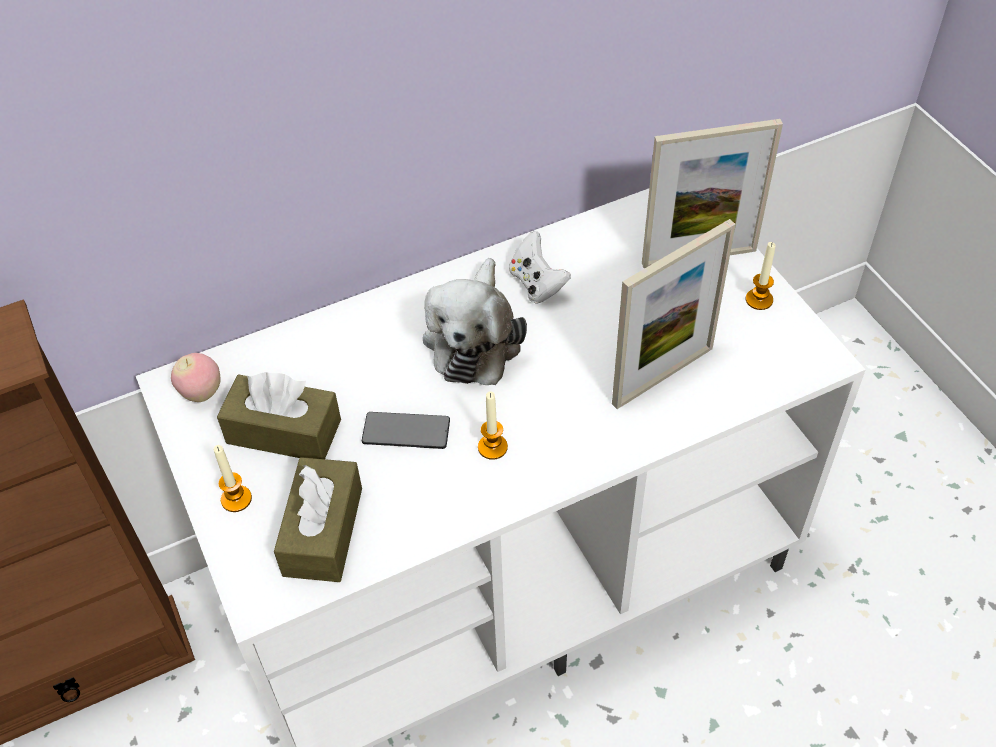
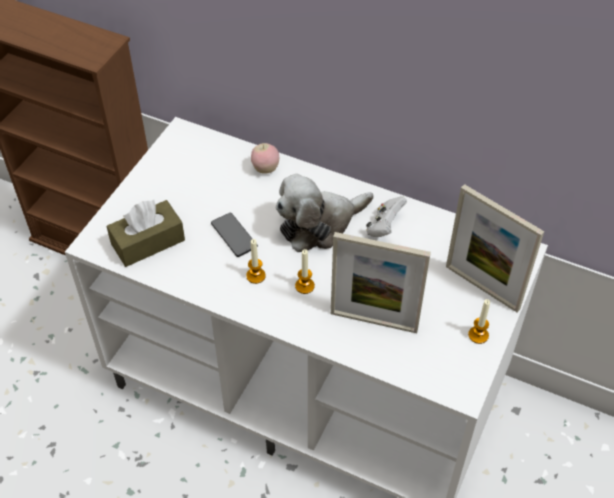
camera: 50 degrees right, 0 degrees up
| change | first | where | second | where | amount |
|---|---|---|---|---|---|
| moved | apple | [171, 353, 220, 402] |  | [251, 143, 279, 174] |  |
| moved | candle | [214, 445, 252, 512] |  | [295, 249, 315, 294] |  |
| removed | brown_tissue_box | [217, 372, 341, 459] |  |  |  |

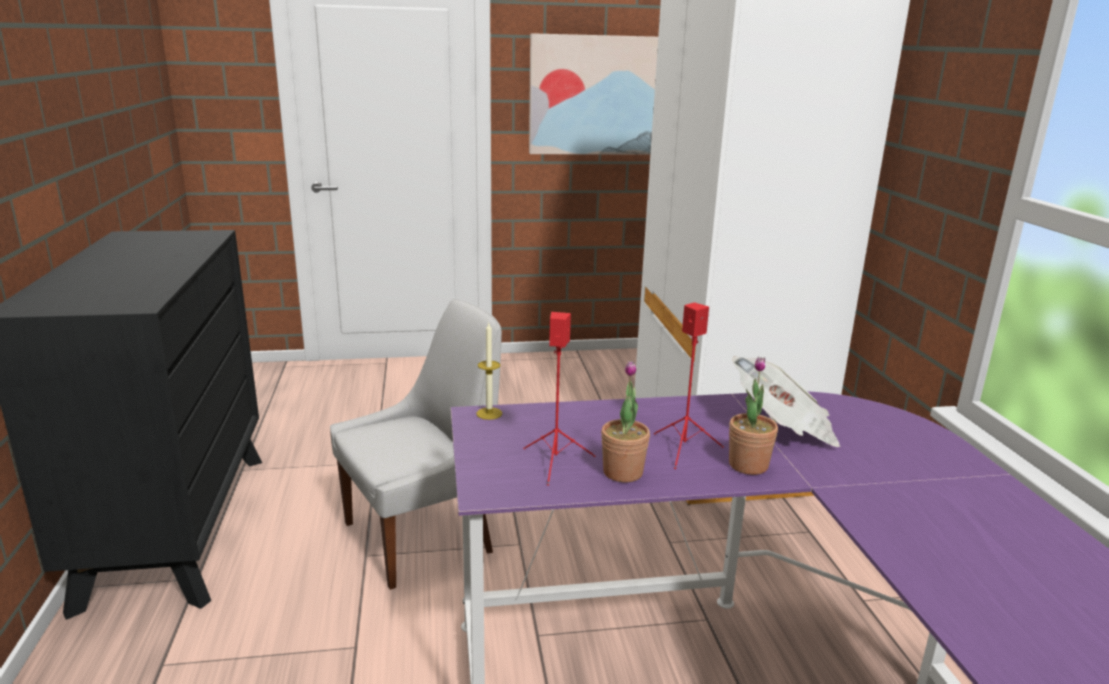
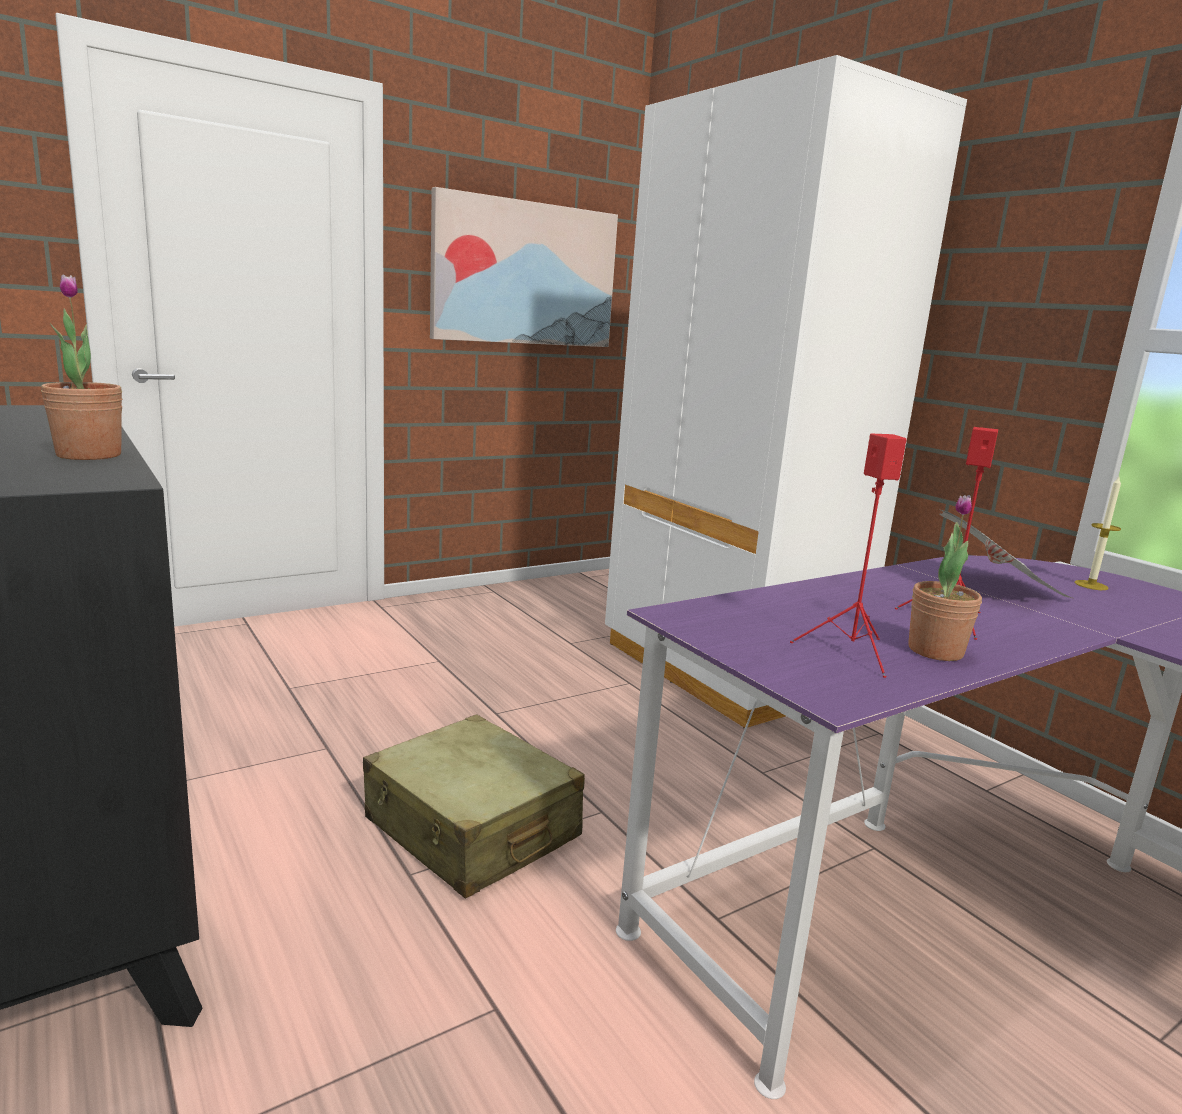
camera: 25 degrees left, 5 degrees down
| change | first | where | second | where | amount |
|---|---|---|---|---|---|
| moved | potted_plant | [729, 357, 778, 475] |  | [41, 275, 122, 460] |  |
| replaced | white_chair | [330, 299, 502, 590] | beige_suitcase | [363, 714, 585, 899] |  |
| moved | candle | [476, 323, 502, 420] |  | [1075, 477, 1121, 590] |  |

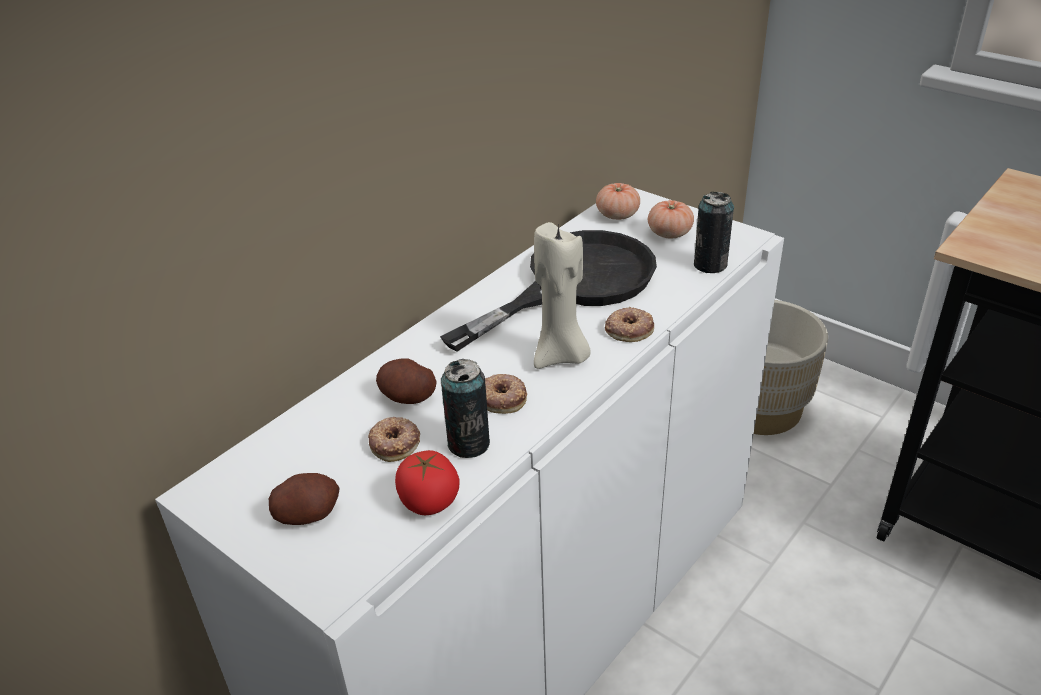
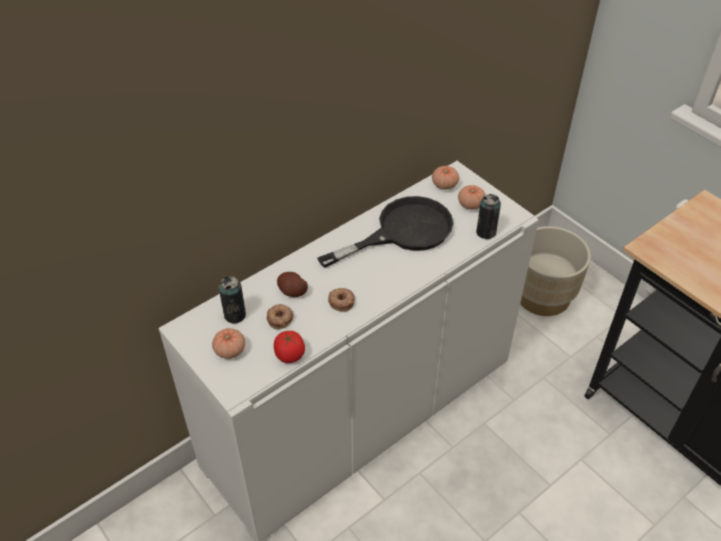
camera: 10 degrees right, 10 degrees up
| change | first | where | second | where | amount |
|---|---|---|---|---|---|
| replaced | potato | [269, 473, 340, 525] | tomato | [212, 328, 245, 359] |  |
| moved | can | [441, 359, 490, 458] |  | [219, 276, 246, 323] |  |
| removed | beige_candle | [534, 222, 591, 369] |  |  |  |
| removed | donut | [605, 307, 654, 342] |  |  |  |

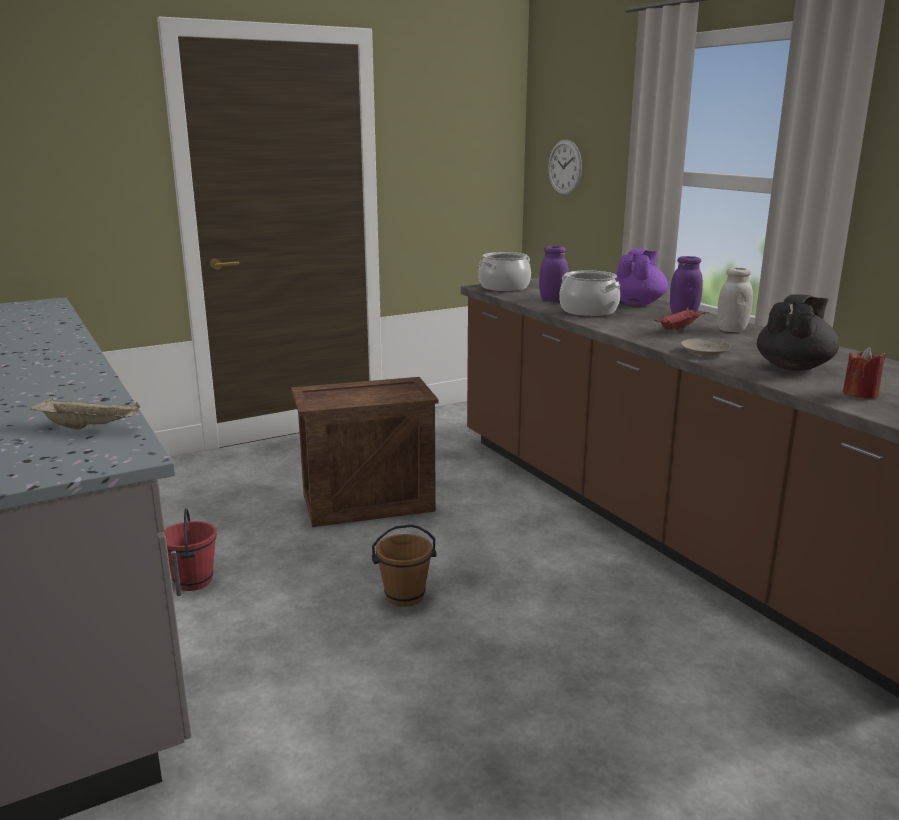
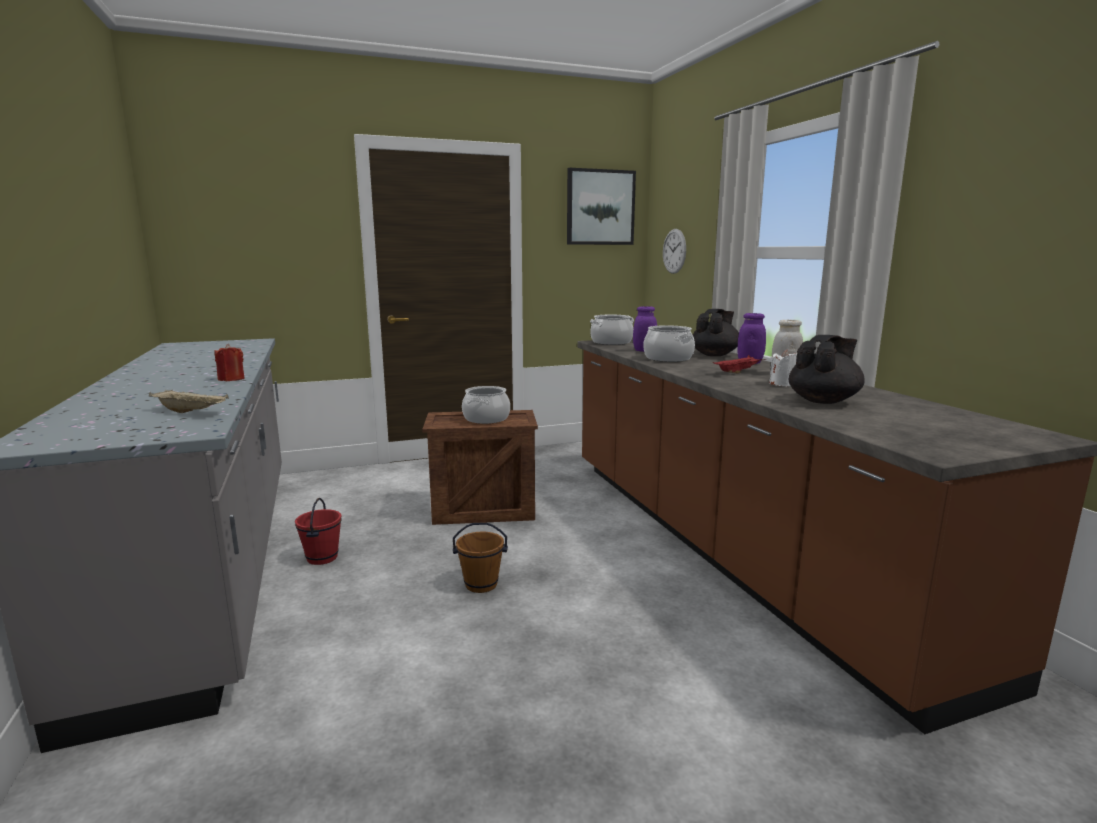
camera: 10 degrees right, 5 degrees down
| change | first | where | second | where | amount |
|---|---|---|---|---|---|
| moved | red_candle | [843, 347, 886, 399] |  | [214, 344, 244, 381] |  |
| added |  |  | cooking_pot | [462, 386, 510, 424] |  |
| added |  |  | picture | [567, 168, 636, 245] |  |
| recoloured | purple_teapot | [615, 249, 668, 306] | black_teapot | [693, 309, 739, 356] |  |
| added |  |  | white_candle | [769, 349, 797, 387] |  |
| removed | beige_plate | [681, 338, 731, 356] |  |  |  |

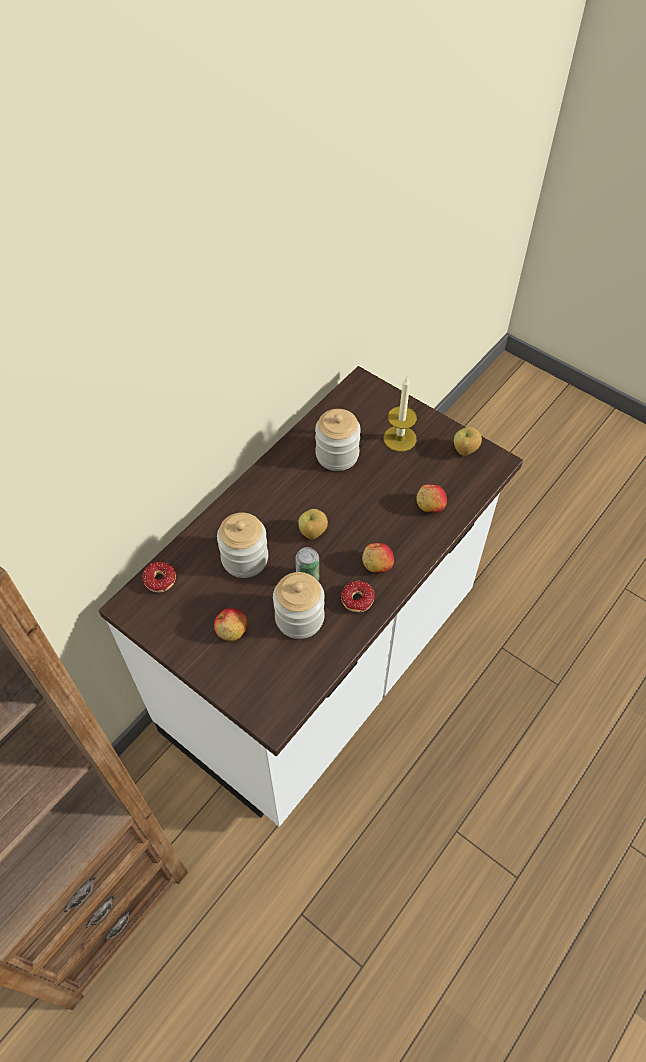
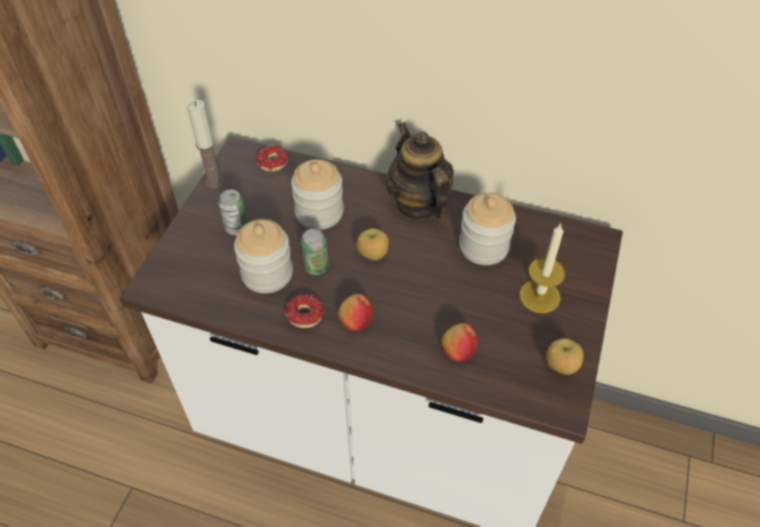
camera: 70 degrees right, 5 degrees down
| change | first | where | second | where | amount |
|---|---|---|---|---|---|
| added |  |  | candle | [187, 99, 223, 189] |  |
| replaced | apple | [214, 608, 248, 641] | can | [218, 190, 248, 235] |  |
| added |  |  | teapot | [386, 122, 454, 220] |  |

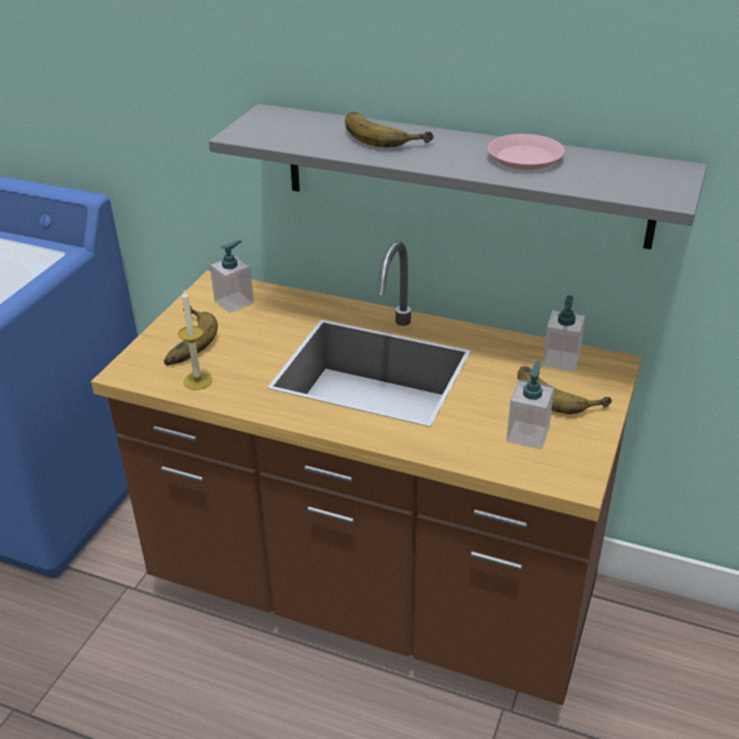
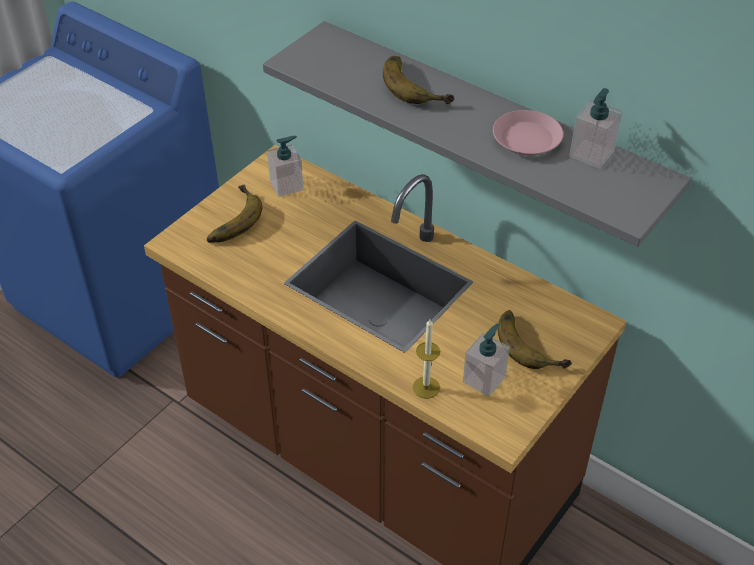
camera: 15 degrees right, 10 degrees up
| change | first | where | second | where | amount |
|---|---|---|---|---|---|
| moved | candle | [178, 290, 212, 390] |  | [412, 319, 440, 399] |  |
| moved | soap_dispenser | [543, 296, 585, 372] |  | [569, 88, 622, 169] |  |

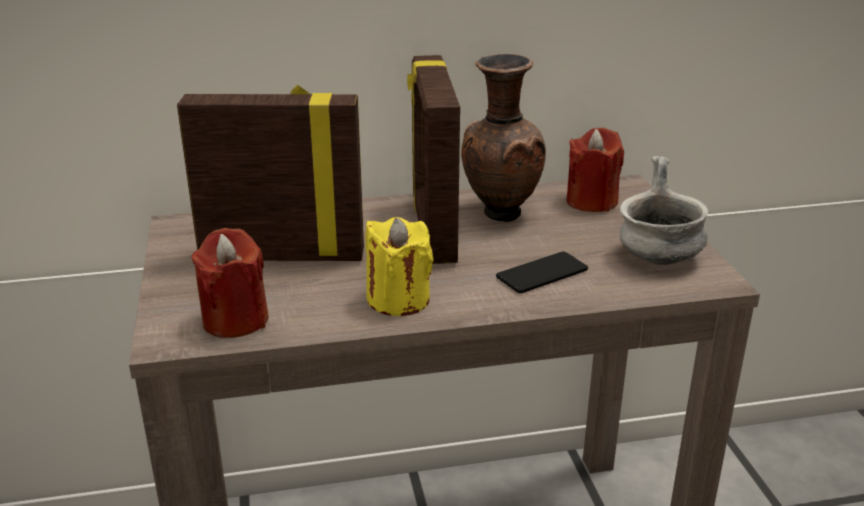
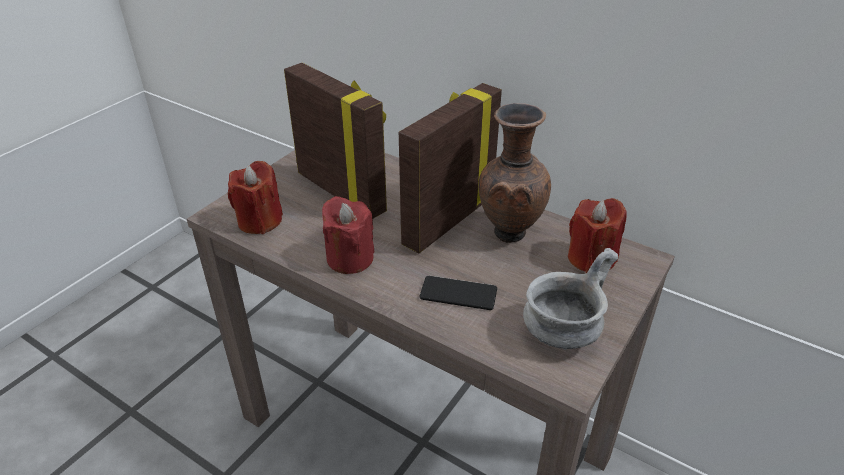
camera: 45 degrees right, 10 degrees up
| change | first | where | second | where | amount |
|---|---|---|---|---|---|
| recoloured | yellow_candle | [365, 217, 433, 316] | red_candle | [322, 196, 374, 274] |  |

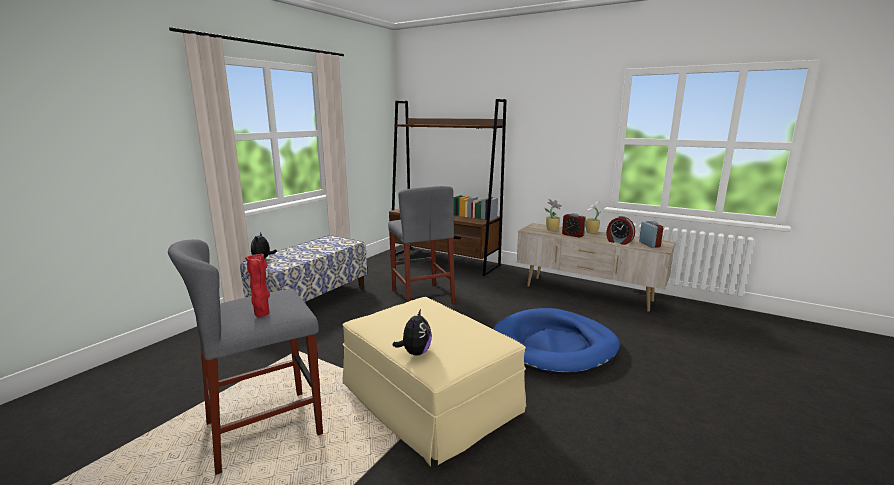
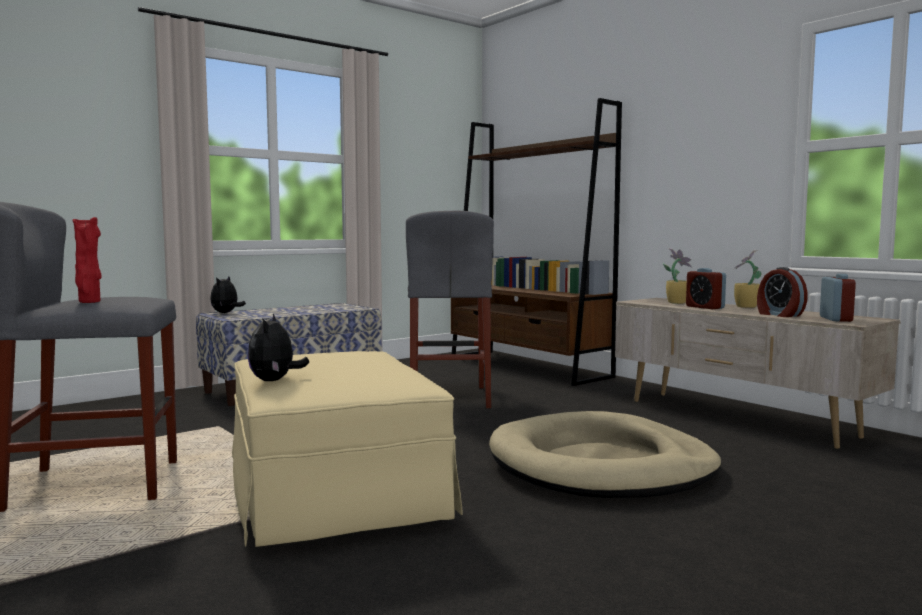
camera: 20 degrees right, 10 degrees down
| change | first | where | second | where | amount |
|---|---|---|---|---|---|
| turned | plush_toy | [392, 309, 432, 356] |  | [248, 314, 309, 381] | 150 degrees clockwise |
| recoloured | blue_dog_bed | [493, 308, 620, 375] | beige_dog_bed | [489, 411, 721, 498] |  |

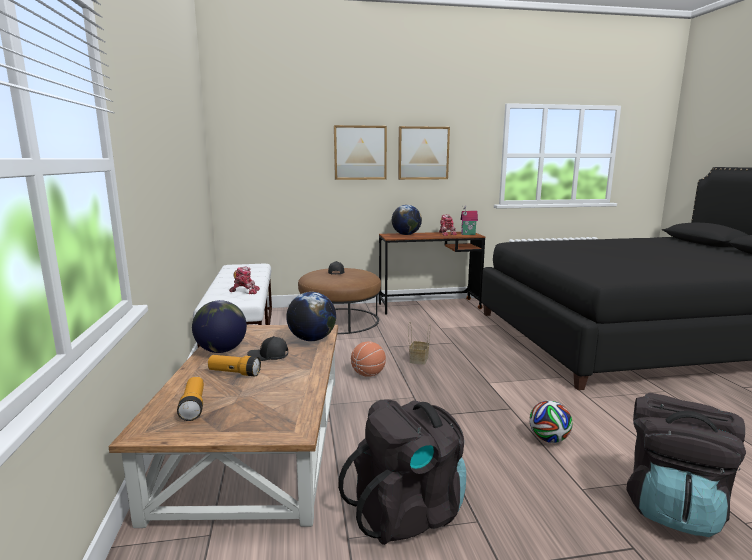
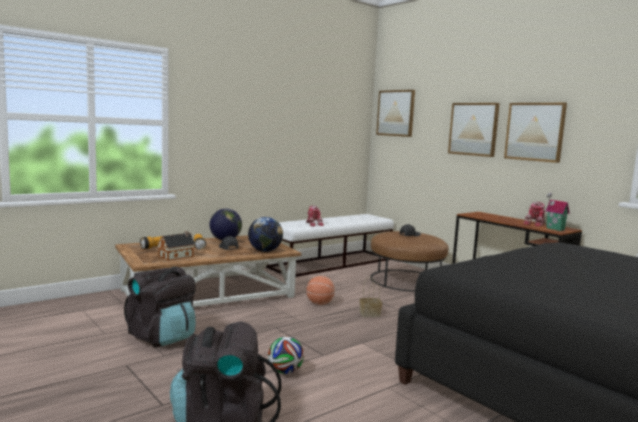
camera: 60 degrees right, 5 degrees down
| change | first | where | second | where | amount |
|---|---|---|---|---|---|
| added |  |  | toy_house | [157, 231, 196, 261] |  |
| added |  |  | picture | [376, 90, 415, 137] |  |
| removed | globe | [392, 205, 422, 235] |  |  |  |

